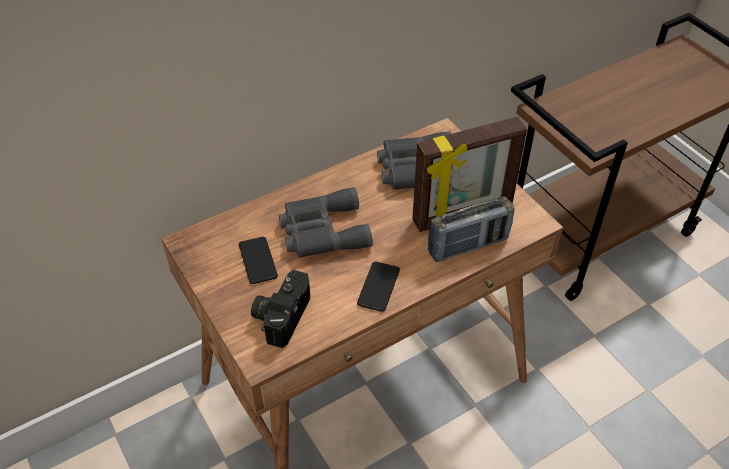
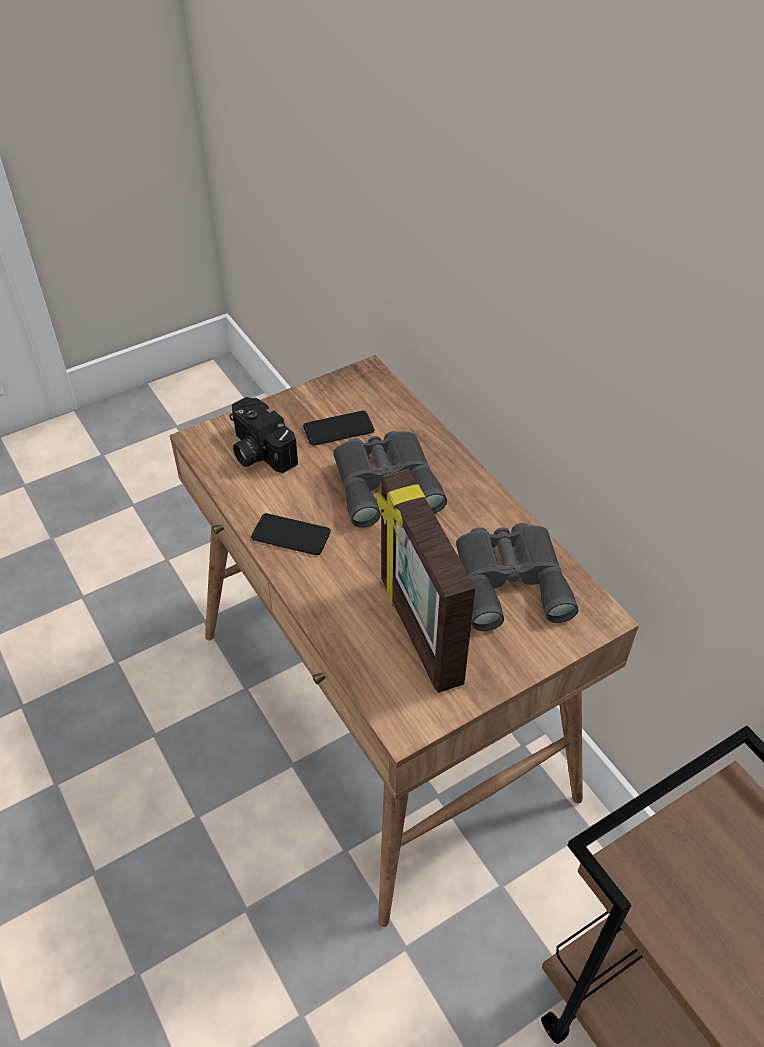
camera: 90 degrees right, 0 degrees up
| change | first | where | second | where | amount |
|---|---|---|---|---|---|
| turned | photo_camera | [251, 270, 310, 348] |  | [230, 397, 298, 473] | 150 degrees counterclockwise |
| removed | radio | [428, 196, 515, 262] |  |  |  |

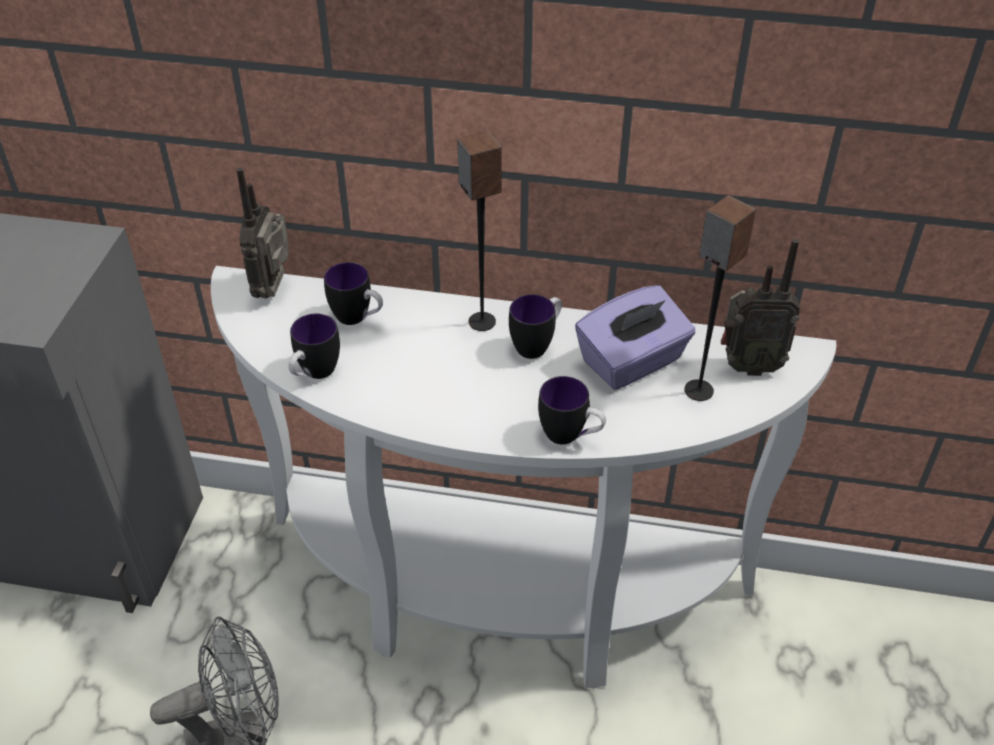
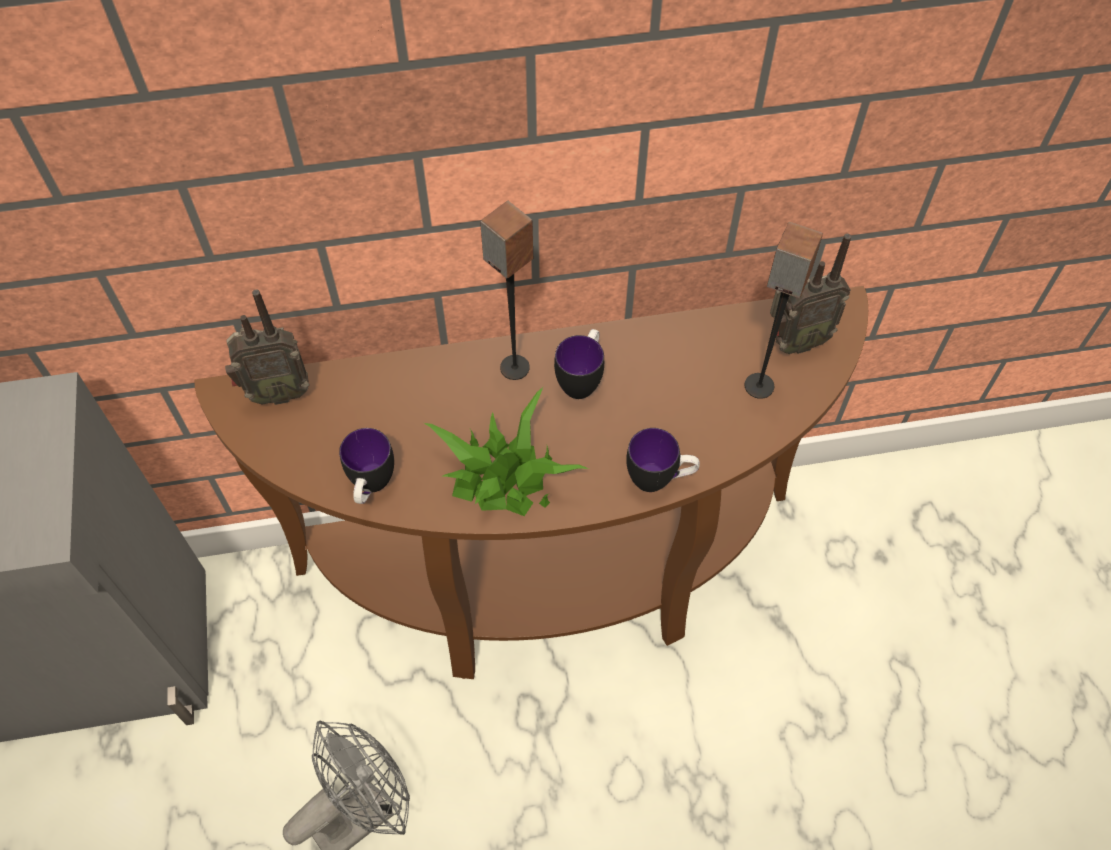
camera: 20 degrees left, 15 degrees up
| change | first | where | second | where | amount |
|---|---|---|---|---|---|
| recoloured | white_console_table | [211, 266, 836, 688] | brown_console_table | [195, 286, 868, 679] |  |
| turned | radio | [236, 167, 289, 298] |  | [225, 290, 309, 405] | 90 degrees counterclockwise |
| added |  |  | potted_plant | [424, 387, 589, 516] |  |
| removed | mug | [324, 262, 383, 325] |  |  |  |
| removed | purple_tissue_box | [575, 285, 696, 390] |  |  |  |

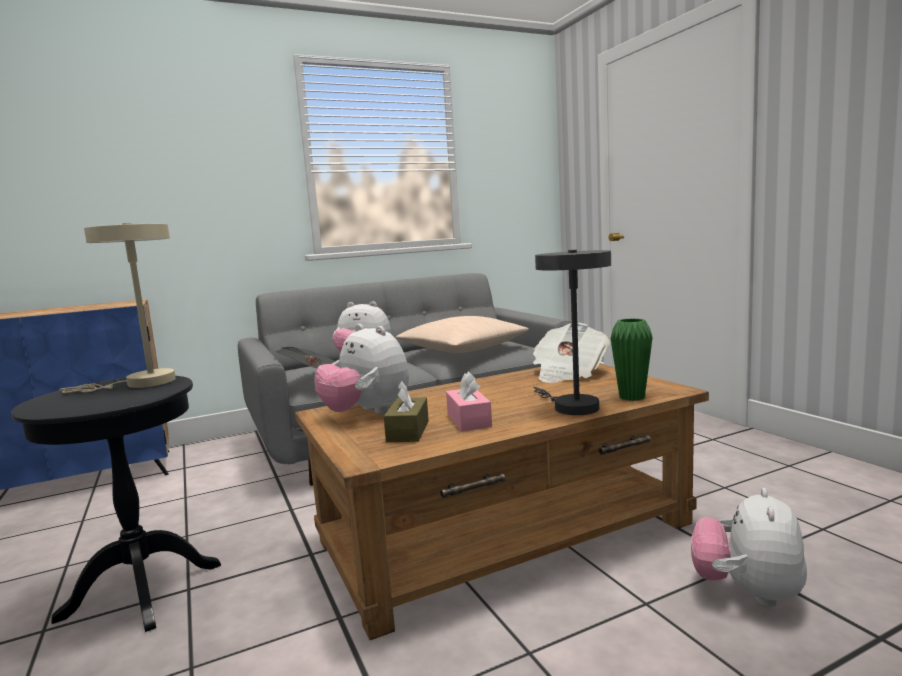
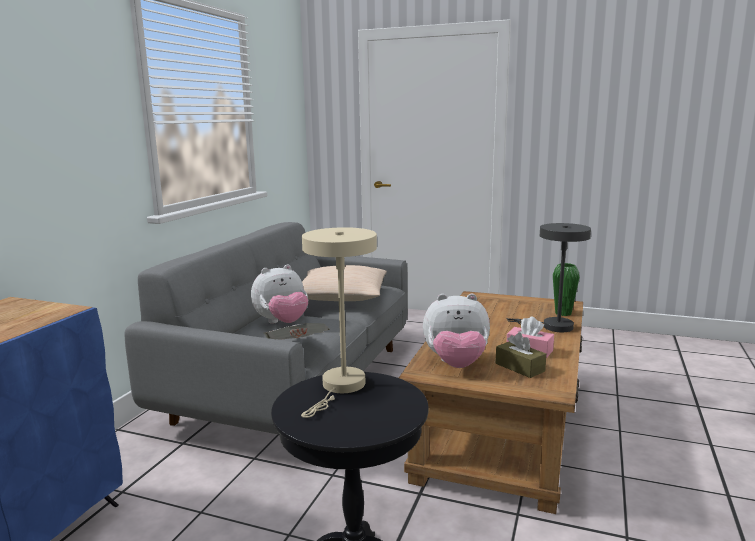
camera: 45 degrees left, 5 degrees up
| change | first | where | second | where | amount |
|---|---|---|---|---|---|
| removed | newspaper | [532, 323, 610, 383] |  |  |  |
| removed | plush_toy | [691, 488, 807, 607] |  |  |  |

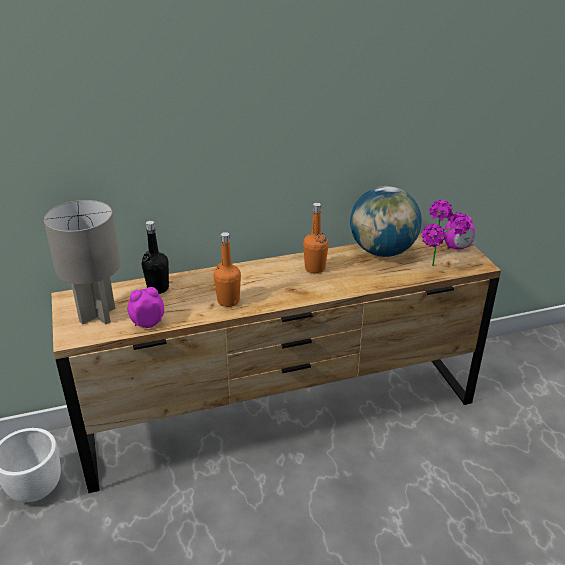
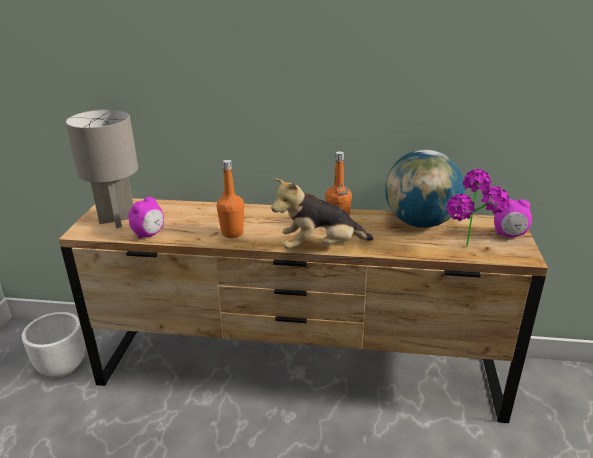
camera: 25 degrees right, 5 degrees down
| change | first | where | second | where | amount |
|---|---|---|---|---|---|
| turned | alarm_clock | [128, 287, 164, 328] |  | [128, 197, 164, 239] | 120 degrees clockwise |
| added |  |  | plush_toy | [271, 178, 373, 249] |  |
| removed | black_bottle | [142, 221, 169, 294] |  |  |  |

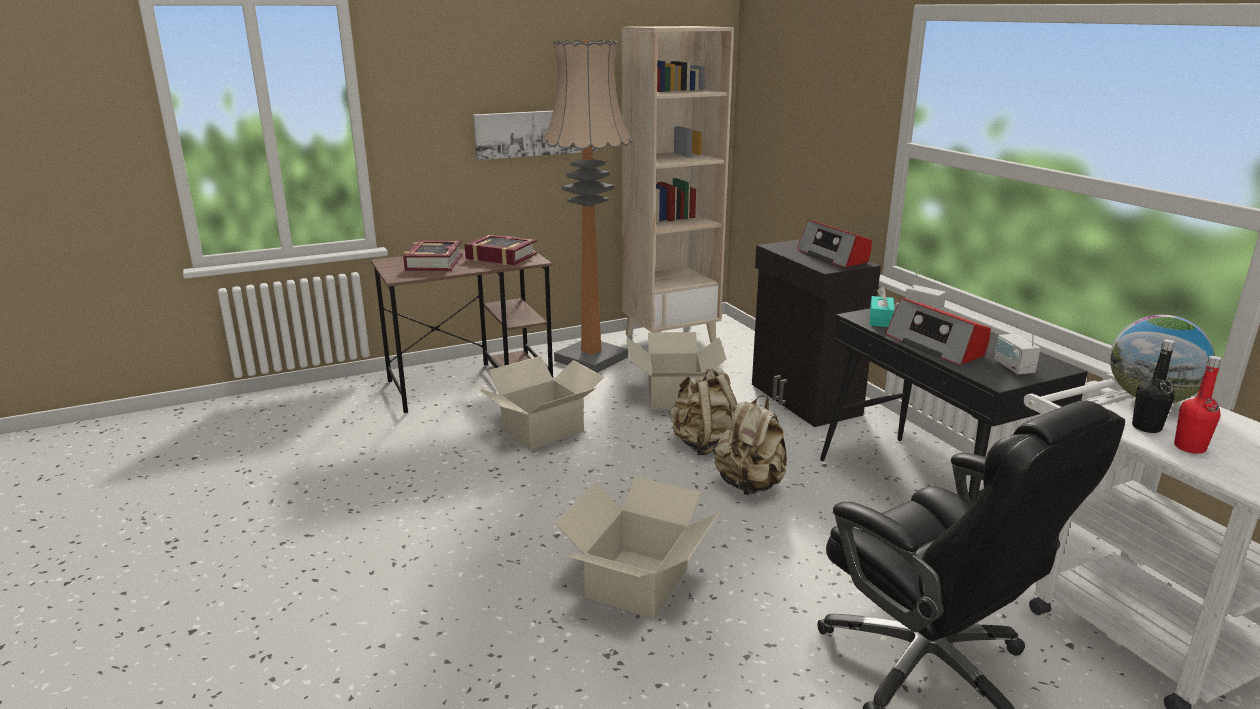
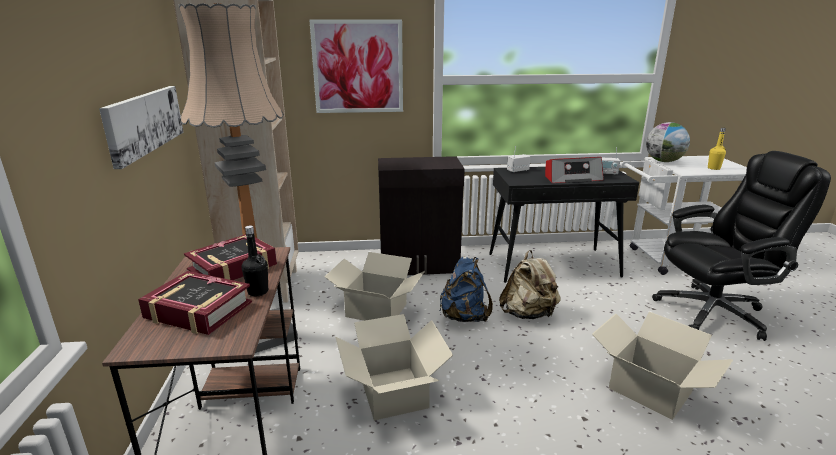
camera: 70 degrees left, 0 degrees up
| change | first | where | second | where | amount |
|---|---|---|---|---|---|
| moved | black_bottle | [1132, 339, 1175, 433] |  | [242, 225, 268, 296] |  |
| added |  |  | picture | [309, 19, 403, 113] |  |
| recoloured | beige_backpack | [669, 368, 737, 456] | blue_backpack | [440, 257, 493, 322] |  |
| recoloured | red_bottle | [1174, 356, 1222, 454] | yellow_bottle | [708, 128, 726, 170] |  |
| removed | radio | [797, 220, 872, 268] |  |  |  |
| removed | turquoise_tissue_box | [870, 286, 895, 327] |  |  |  |

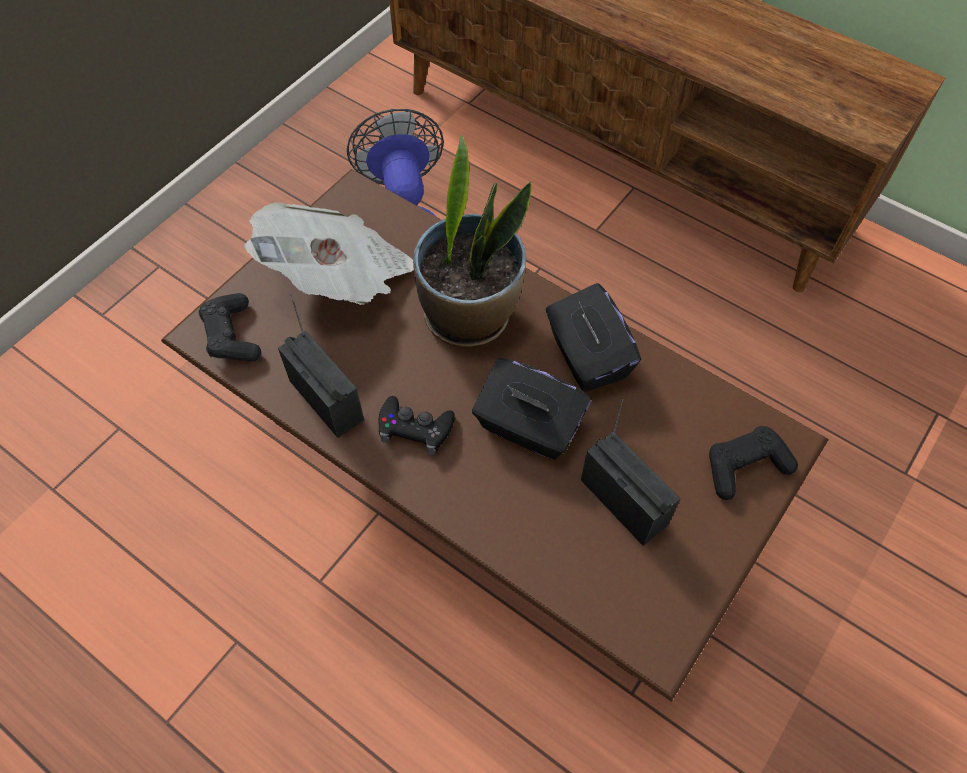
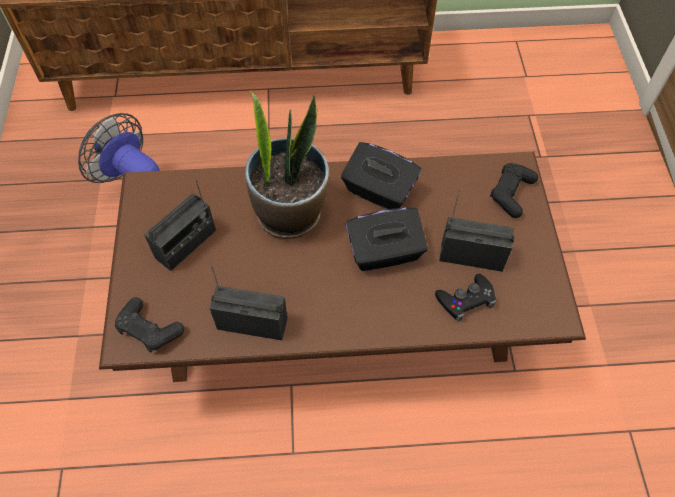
camera: 40 degrees left, 0 degrees up
| change | first | where | second | where | amount |
|---|---|---|---|---|---|
| replaced | newspaper | [244, 202, 414, 305] | radio | [144, 174, 216, 271] |  |
| moved | black_game_controller | [379, 396, 455, 455] |  | [435, 274, 496, 322] |  |

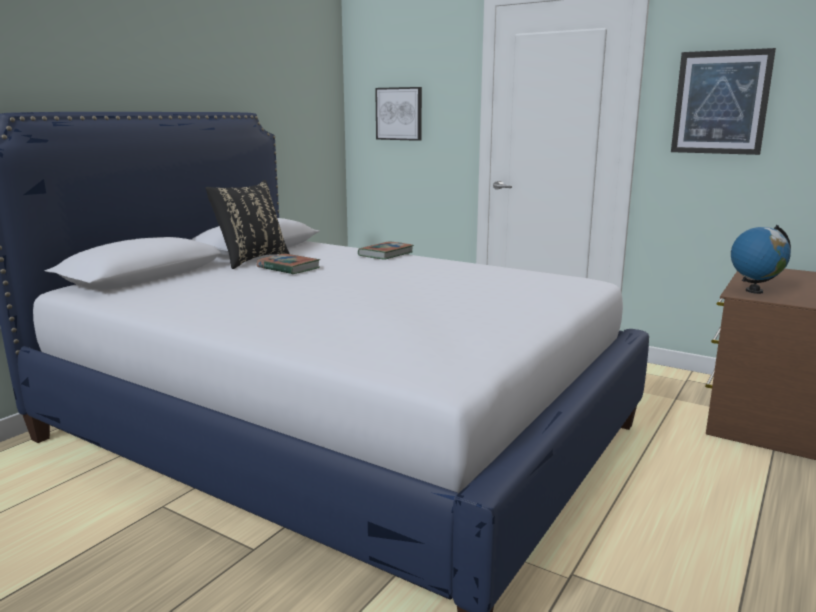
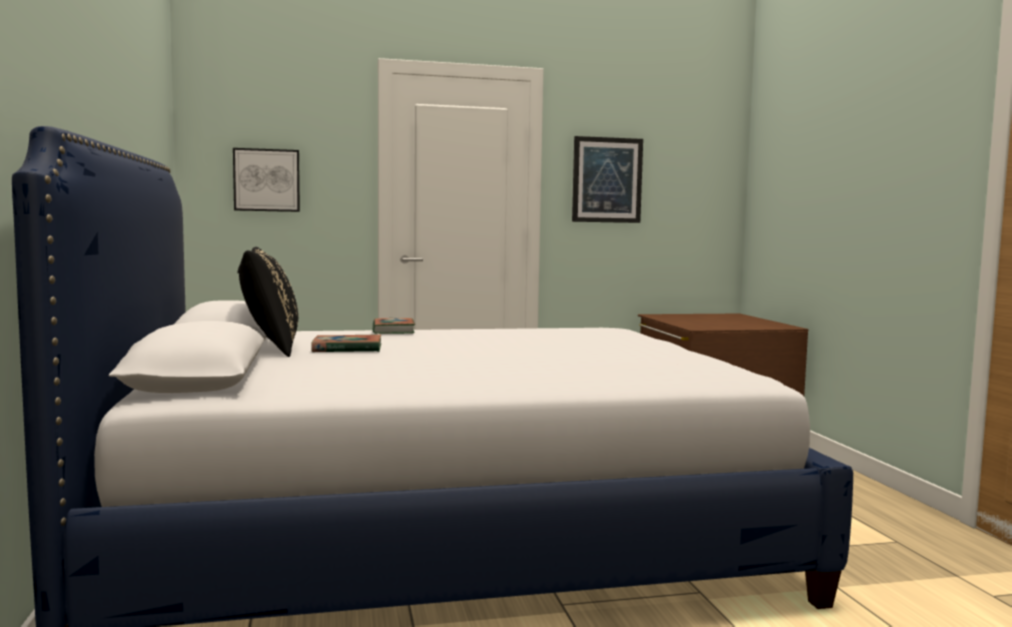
camera: 45 degrees left, 10 degrees down
| change | first | where | second | where | amount |
|---|---|---|---|---|---|
| removed | globe | [731, 225, 791, 294] |  |  |  |

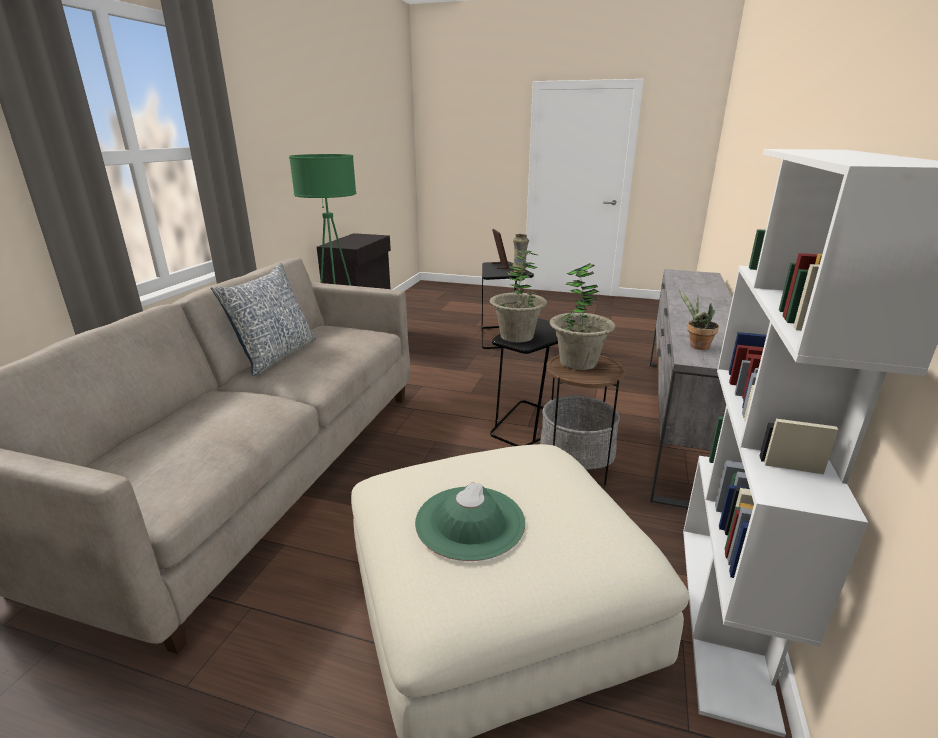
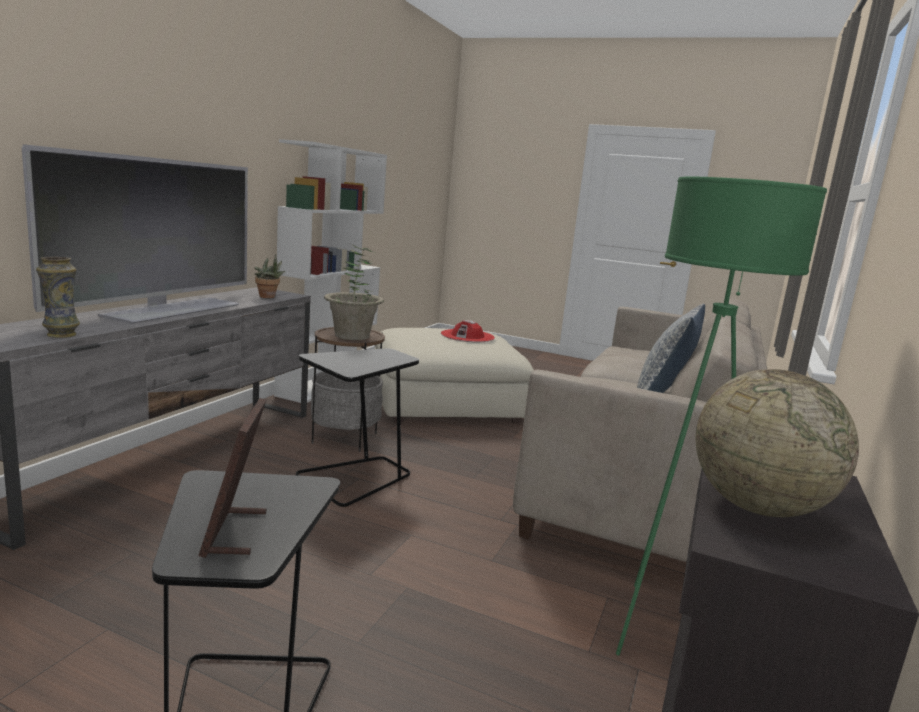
camera: 175 degrees left, 10 degrees down
| change | first | where | second | where | amount |
|---|---|---|---|---|---|
| added |  |  | television | [22, 144, 248, 324] |  |
| moved | vase | [512, 234, 529, 273] |  | [36, 257, 80, 338] |  |
| recoloured | green_hat | [415, 482, 525, 561] | red_hat | [441, 320, 495, 342] |  |
| added |  |  | globe | [696, 369, 859, 517] |  |
| removed | potted_plant | [490, 249, 547, 343] |  |  |  |

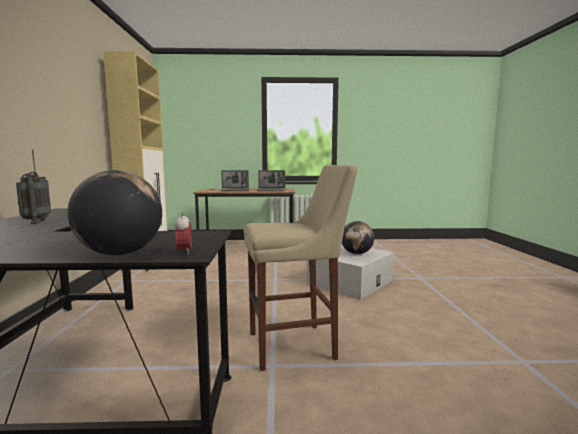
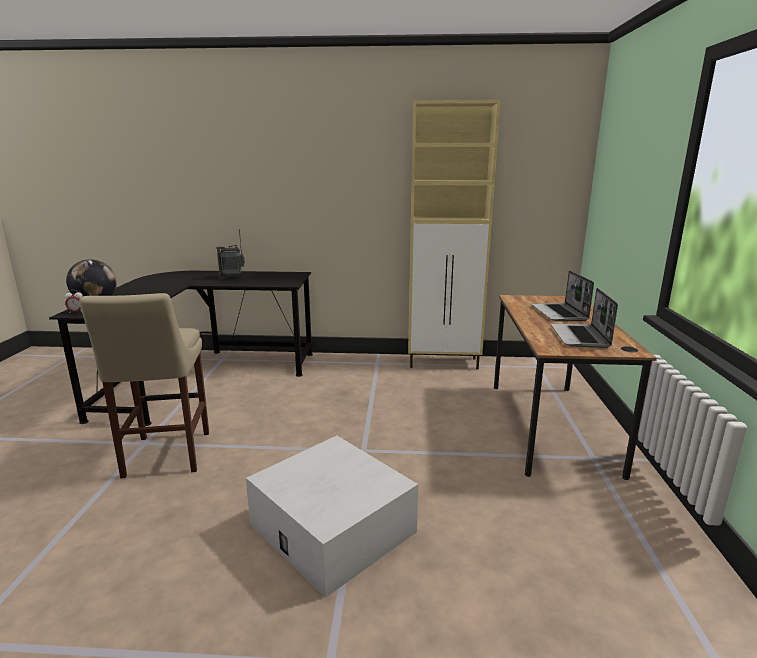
camera: 95 degrees right, 10 degrees up
| change | first | where | second | where | amount |
|---|---|---|---|---|---|
| removed | globe | [342, 221, 374, 254] |  |  |  |

